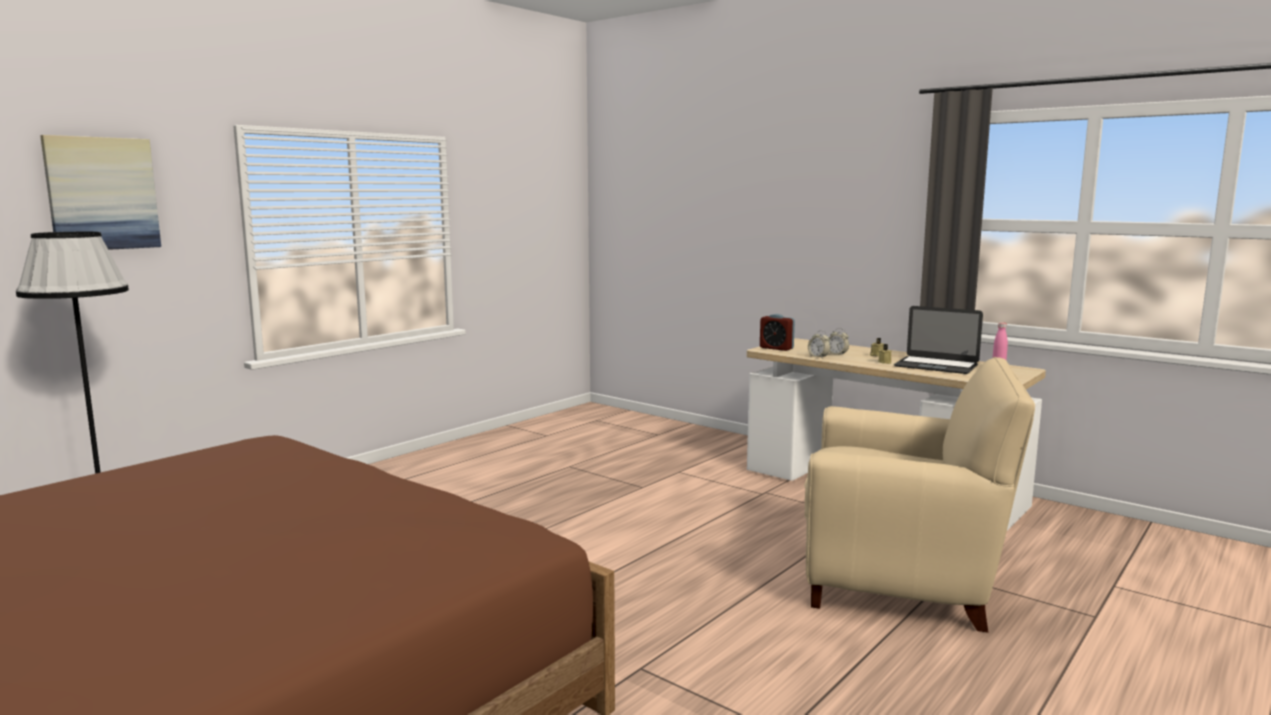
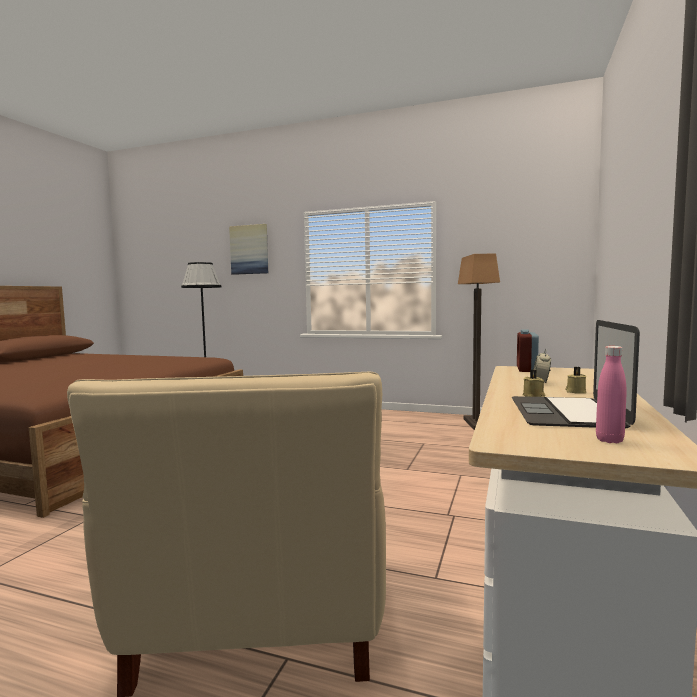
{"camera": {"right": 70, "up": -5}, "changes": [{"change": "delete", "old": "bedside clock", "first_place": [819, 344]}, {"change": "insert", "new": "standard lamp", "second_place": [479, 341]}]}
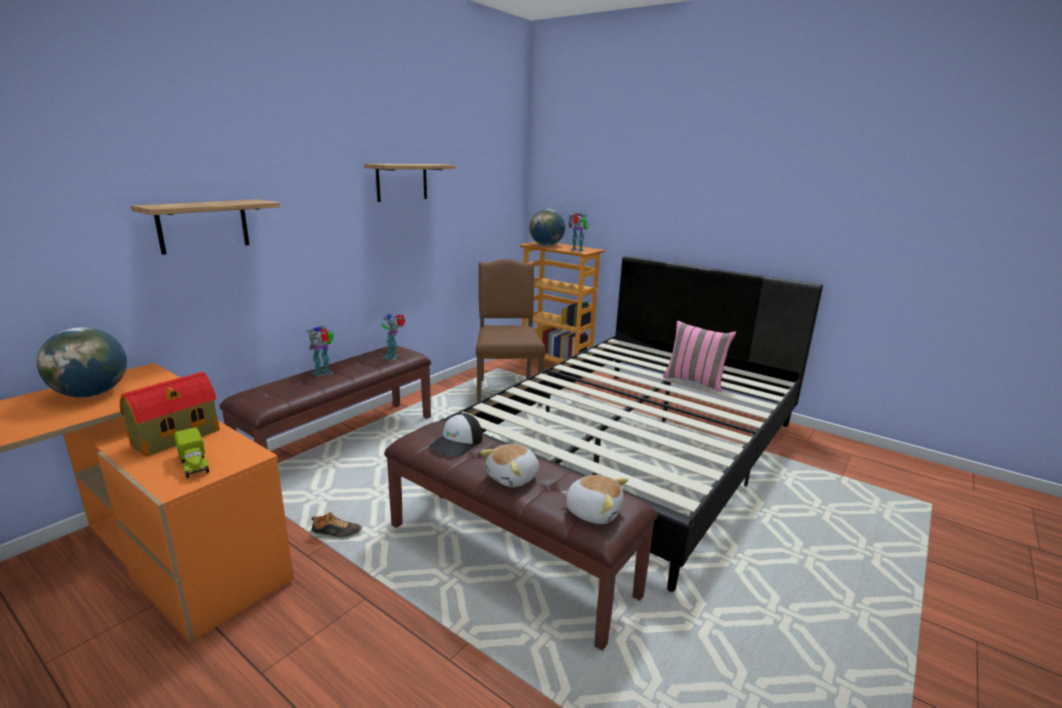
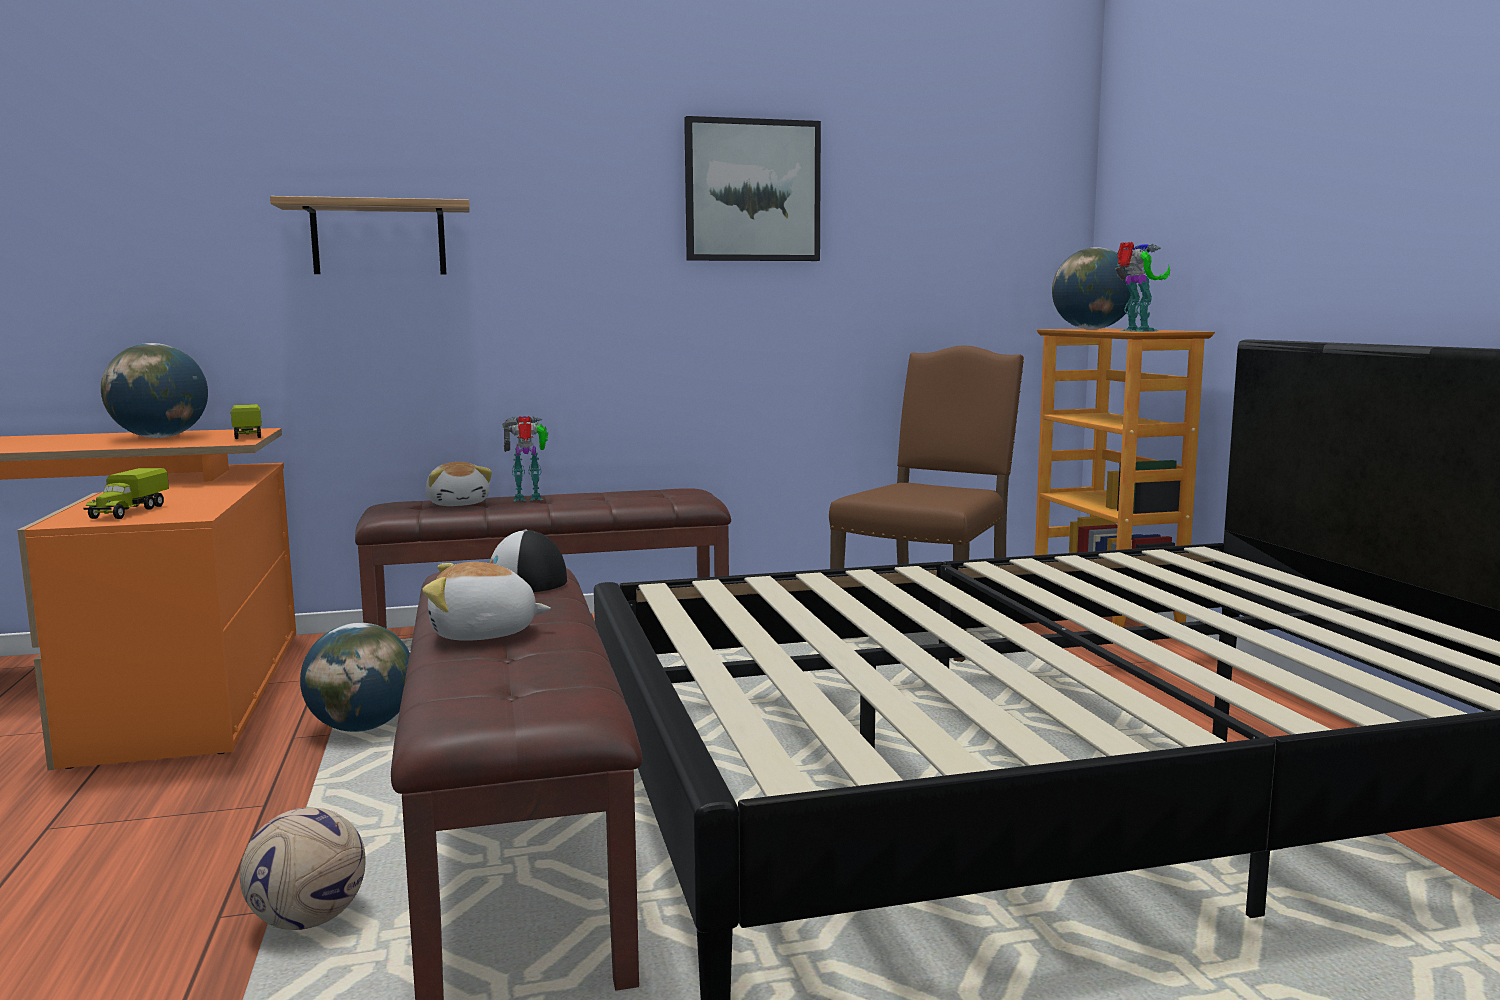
{"camera": {"right": 40, "up": -10}, "changes": [{"change": "delete", "old": "miniature house", "first_place": [170, 414]}, {"change": "delete", "old": "robot figure", "first_place": [393, 336]}, {"change": "delete", "old": "pillow/pink", "first_place": [699, 356]}, {"change": "insert", "new": "model truck", "second_place": [246, 421]}, {"change": "insert", "new": "football ball", "second_place": [303, 869]}, {"change": "move", "old": "soft toy", "first_place": [594, 499], "second_place": [458, 484]}, {"change": "replace", "old": "shoe", "new": "globe", "first_place": [336, 526], "second_place": [355, 677]}, {"change": "replace", "old": "wall shelf", "new": "picture", "first_place": [410, 183], "second_place": [752, 188]}]}
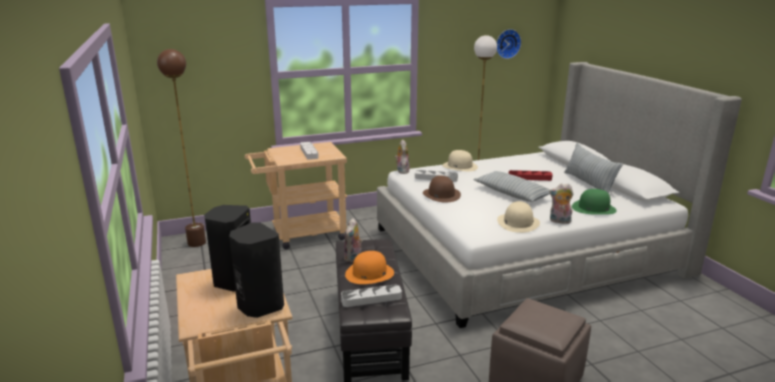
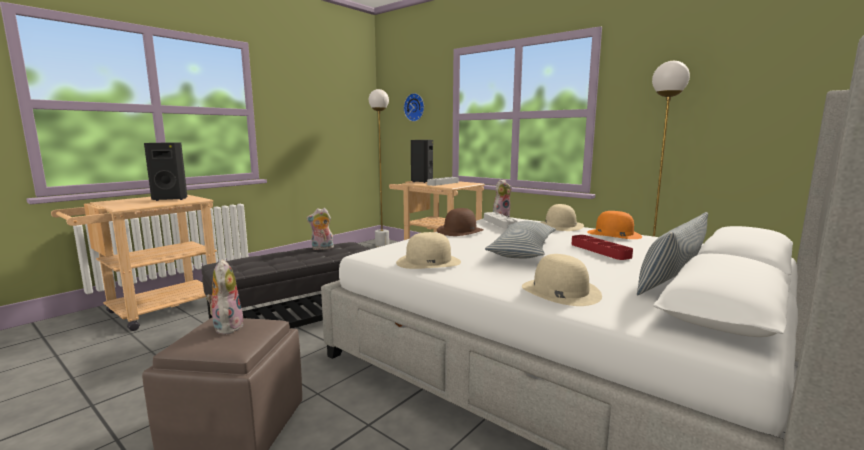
{"camera": {"right": 60, "up": -10}, "changes": [{"change": "delete", "old": "serving tray/gray", "first_place": [371, 296]}, {"change": "move", "old": "audio speaker/blackish", "first_place": [256, 270], "second_place": [422, 161]}, {"change": "move", "old": "hat/orange-coloured", "first_place": [369, 267], "second_place": [614, 225]}, {"change": "move", "old": "wall clock", "first_place": [508, 44], "second_place": [414, 107]}, {"change": "move", "old": "soft toy", "first_place": [561, 203], "second_place": [225, 296]}, {"change": "recolor", "old": "standard lamp/brown-coloured", "new": "standard lamp/whitish", "first_place": [181, 148], "second_place": [379, 168]}, {"change": "recolor", "old": "hat/greenish", "new": "hat/sand-coloured", "first_place": [594, 202], "second_place": [562, 280]}]}
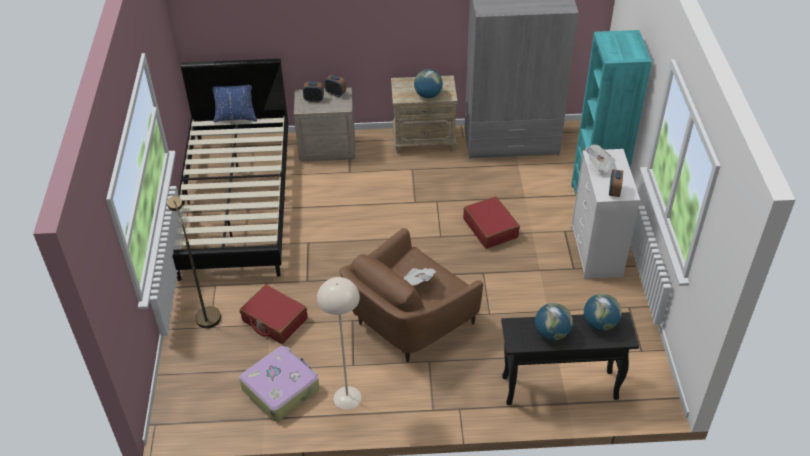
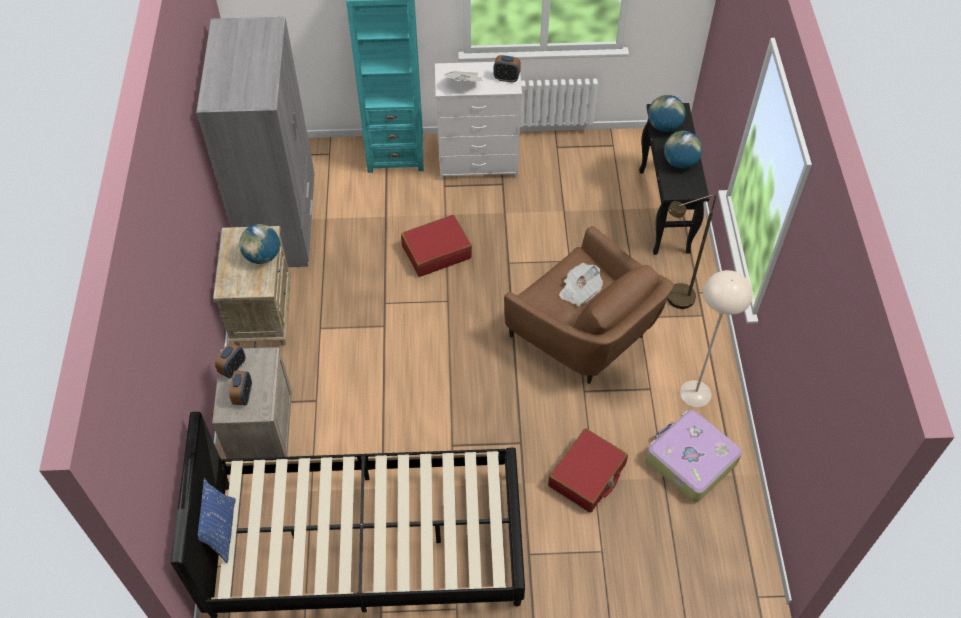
{"camera": {"right": -90, "up": 10}, "changes": [{"change": "move", "old": "standard lamp/brown-coloured", "first_place": [194, 262], "second_place": [691, 251]}]}
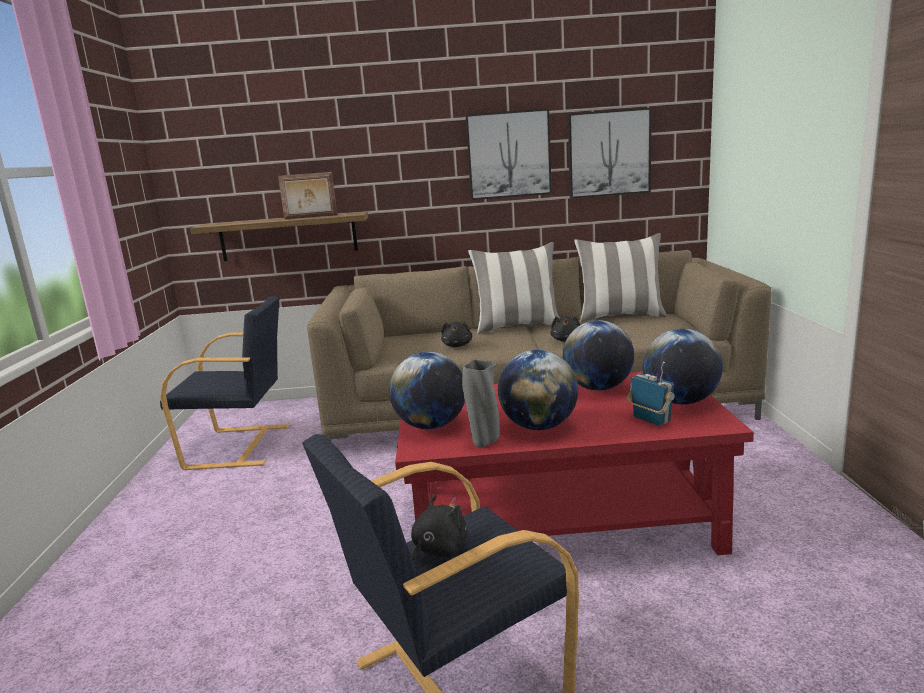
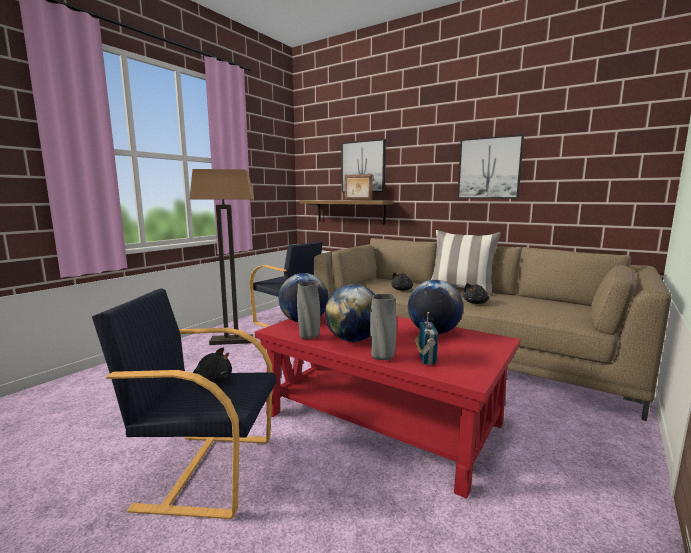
{"camera": {"right": 35, "up": -5}, "changes": [{"change": "delete", "old": "pillow", "first_place": [620, 277]}, {"change": "delete", "old": "globe", "first_place": [683, 366]}, {"change": "insert", "new": "standard lamp", "second_place": [221, 257]}, {"change": "insert", "new": "vase/gray", "second_place": [383, 327]}, {"change": "move", "old": "picture", "first_place": [610, 153], "second_place": [363, 165]}]}
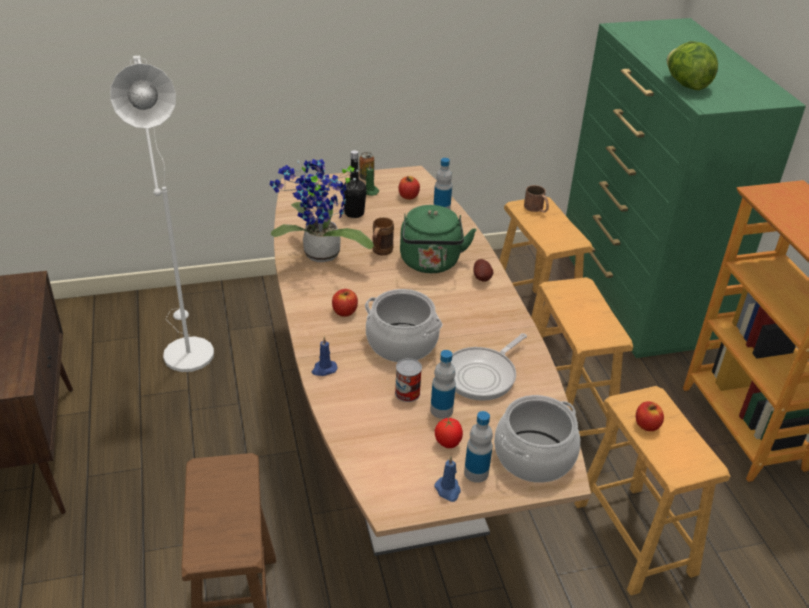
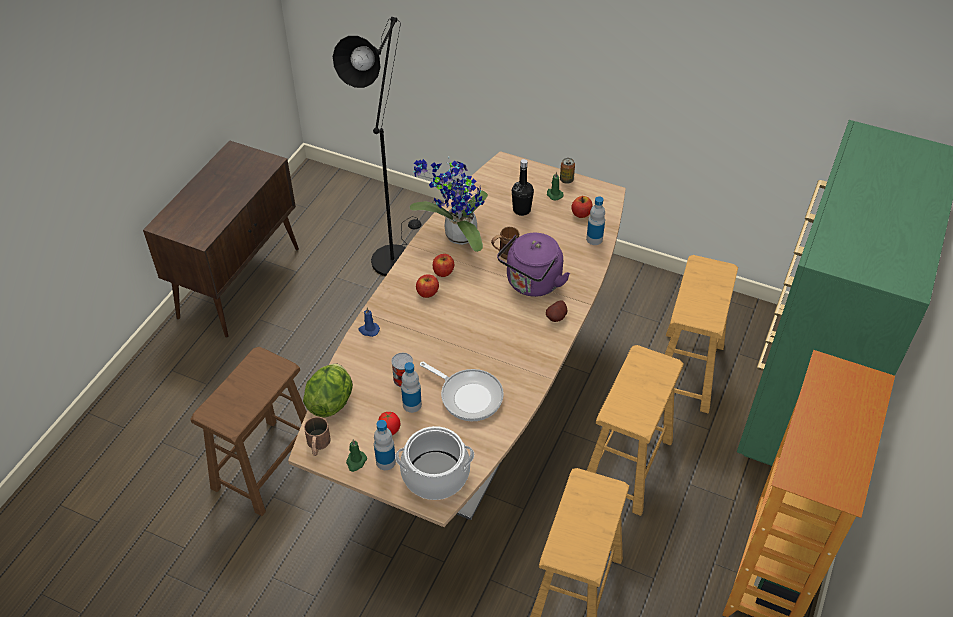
{"camera": {"right": 40, "up": 10}, "changes": [{"change": "delete", "old": "stockpot", "first_place": [404, 325]}, {"change": "move", "old": "mug/brown-coloured", "first_place": [536, 198], "second_place": [317, 436]}, {"change": "move", "old": "whole apple", "first_place": [650, 416], "second_place": [443, 265]}, {"change": "move", "old": "lettuce head", "first_place": [692, 65], "second_place": [328, 390]}, {"change": "recolor", "old": "standard lamp/whitish", "new": "standard lamp/blackish", "first_place": [162, 214], "second_place": [377, 146]}, {"change": "recolor", "old": "kettle/greenish", "new": "kettle/purplish", "first_place": [438, 239], "second_place": [533, 265]}, {"change": "recolor", "old": "wax candle/blue-coloured", "new": "wax candle/greenish", "first_place": [447, 479], "second_place": [356, 455]}, {"change": "rotate", "old": "pan", "first_place": [489, 367], "second_place": [462, 391], "degrees": -135}]}
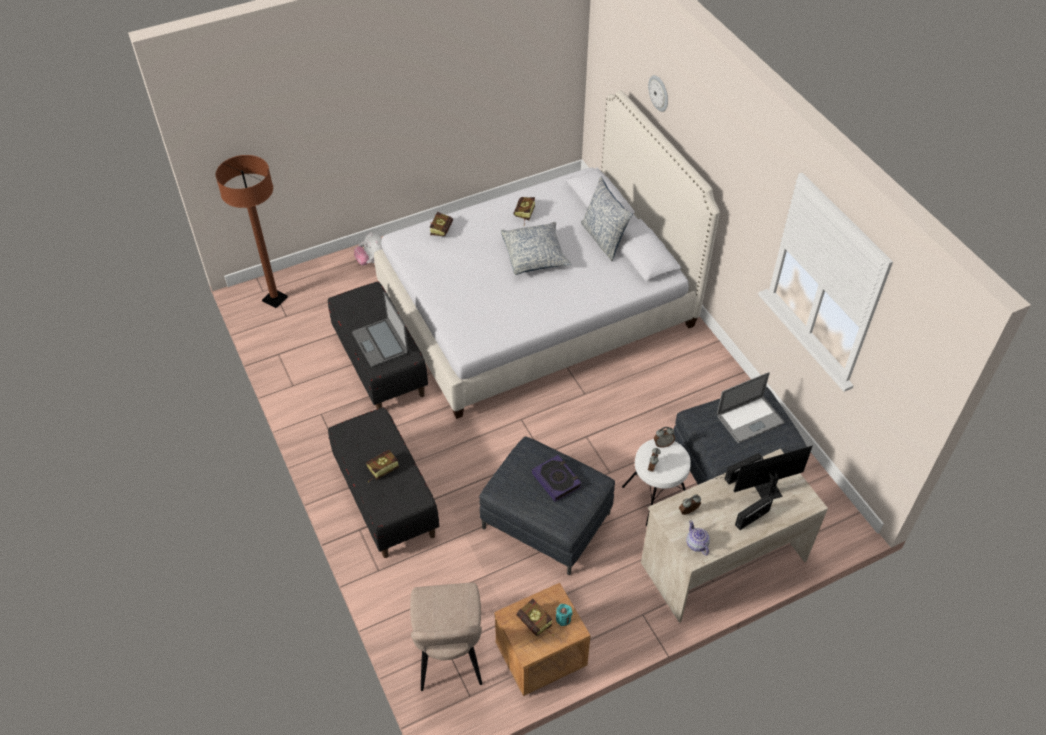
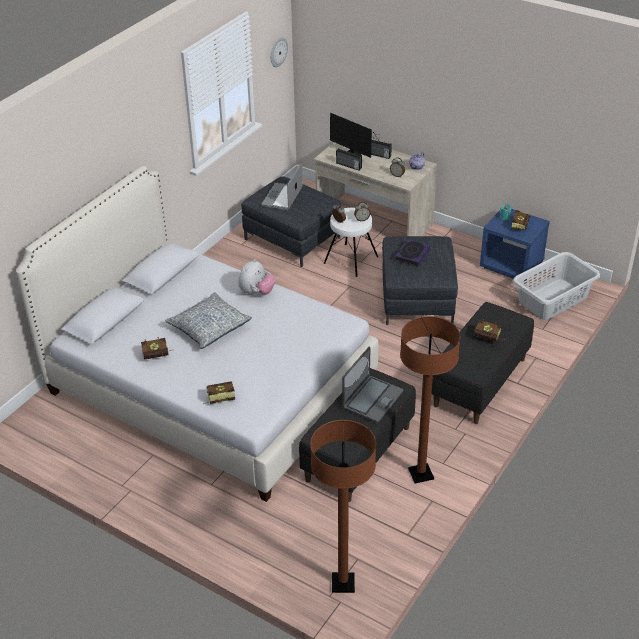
{"camera": {"right": -120, "up": -10}, "changes": [{"change": "delete", "old": "pillow", "first_place": [607, 219]}, {"change": "insert", "new": "standard lamp/brown-coloured", "second_place": [430, 400]}, {"change": "move", "old": "soft toy", "first_place": [368, 249], "second_place": [256, 277]}, {"change": "move", "old": "wall clock", "first_place": [658, 93], "second_place": [279, 52]}, {"change": "replace", "old": "upright chair/sand-coloured", "new": "laundry basket/gray", "first_place": [446, 636], "second_place": [556, 286]}, {"change": "recolor", "old": "bedside table/brown-coloured", "new": "bedside table/blue-coloured", "first_place": [542, 639], "second_place": [515, 245]}, {"change": "rotate", "old": "portable computer", "first_place": [751, 407], "second_place": [282, 186], "degrees": -105}]}
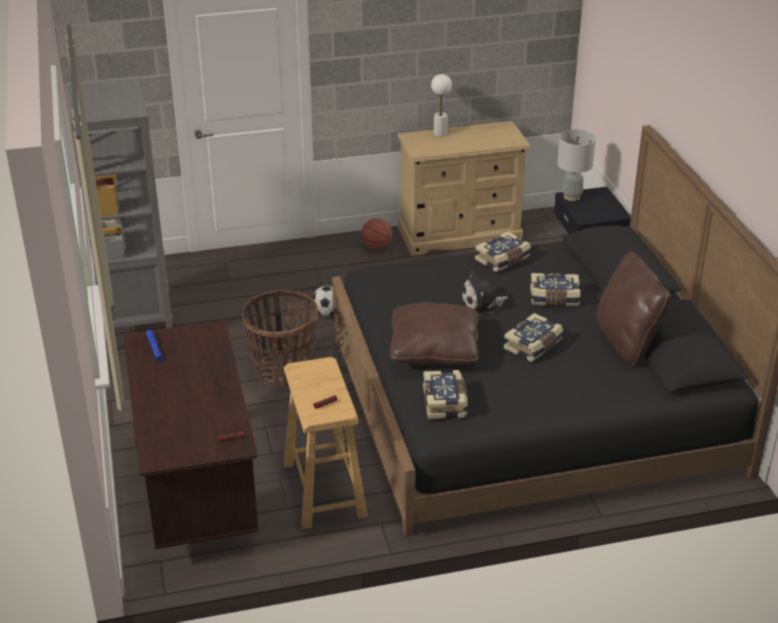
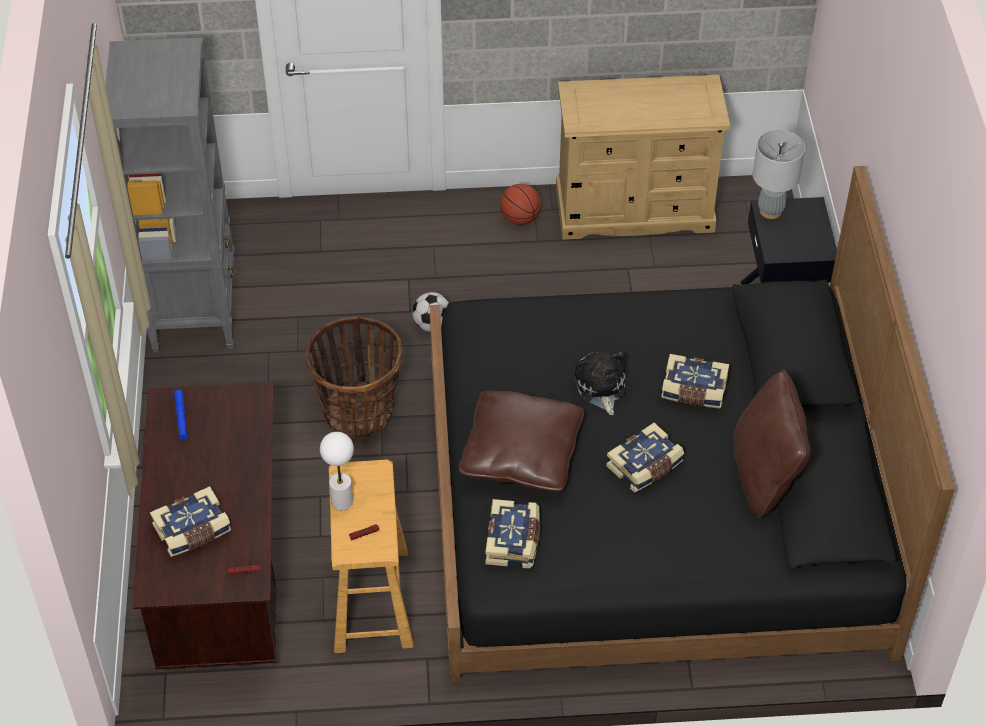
{"camera": {"right": 10, "up": 15}, "changes": [{"change": "move", "old": "lamp for a table/whitish", "first_place": [441, 105], "second_place": [337, 471]}, {"change": "move", "old": "book", "first_place": [503, 251], "second_place": [190, 521]}, {"change": "rotate", "old": "soft toy", "first_place": [484, 293], "second_place": [600, 383], "degrees": 90}]}
